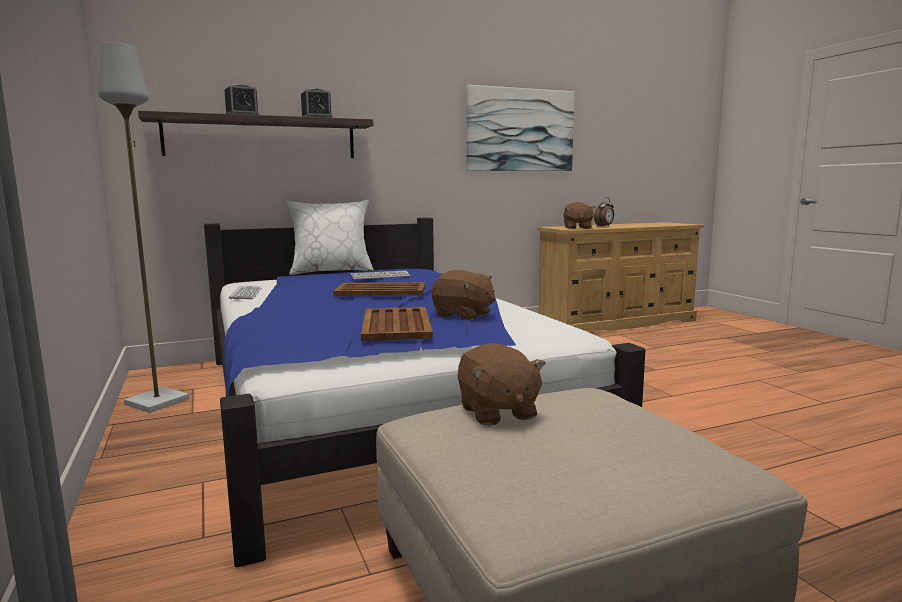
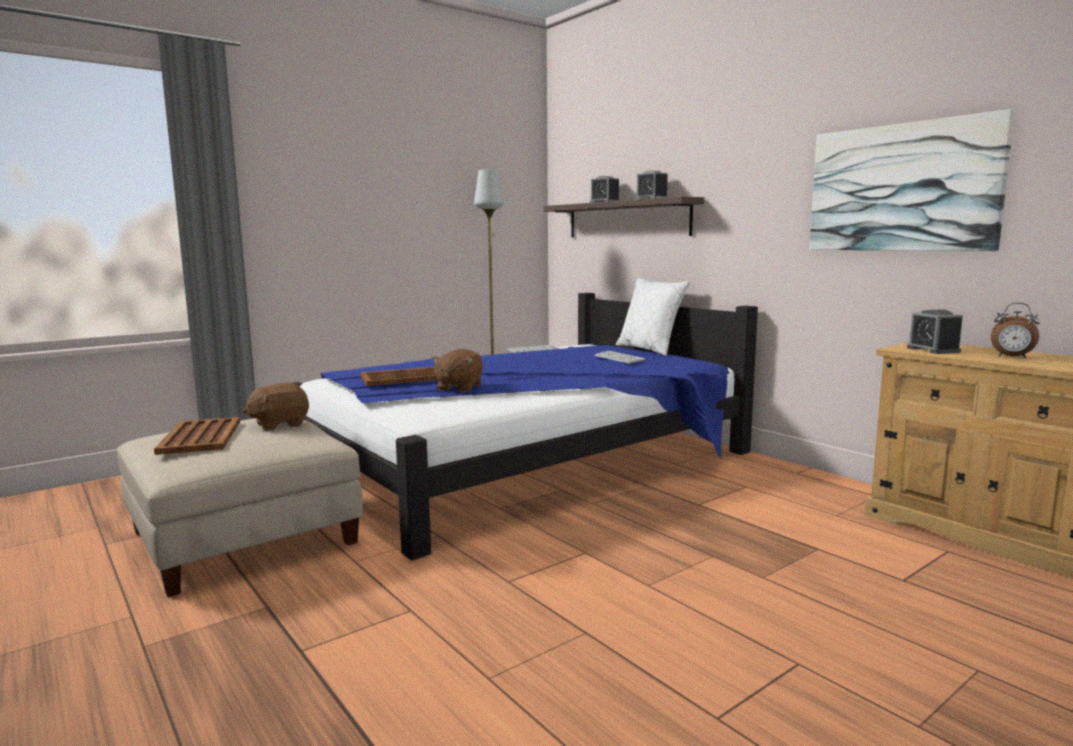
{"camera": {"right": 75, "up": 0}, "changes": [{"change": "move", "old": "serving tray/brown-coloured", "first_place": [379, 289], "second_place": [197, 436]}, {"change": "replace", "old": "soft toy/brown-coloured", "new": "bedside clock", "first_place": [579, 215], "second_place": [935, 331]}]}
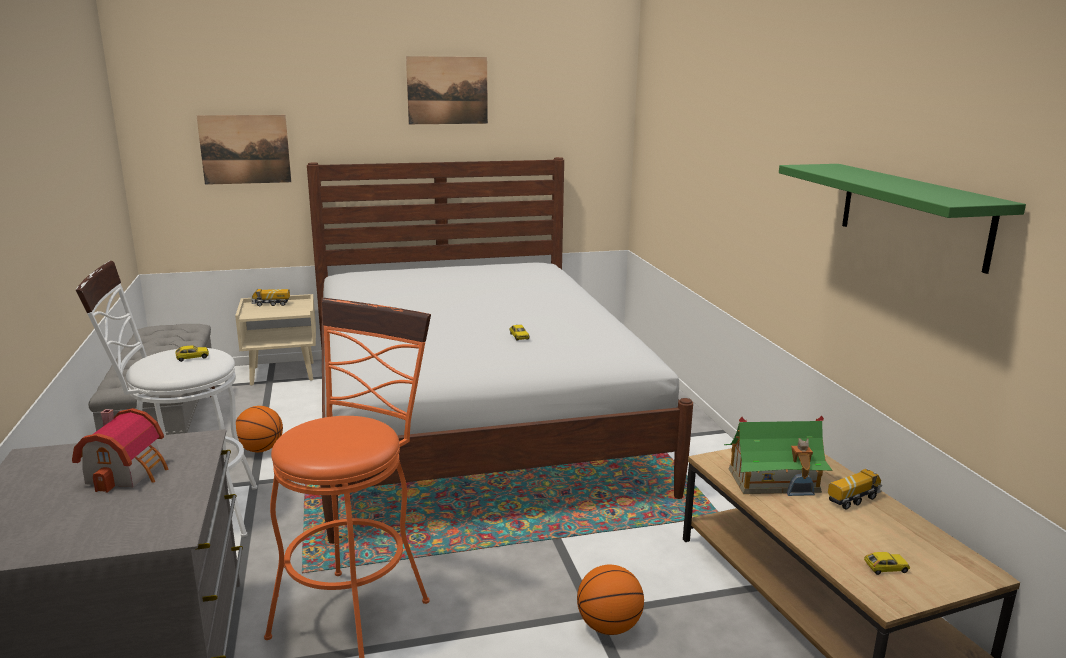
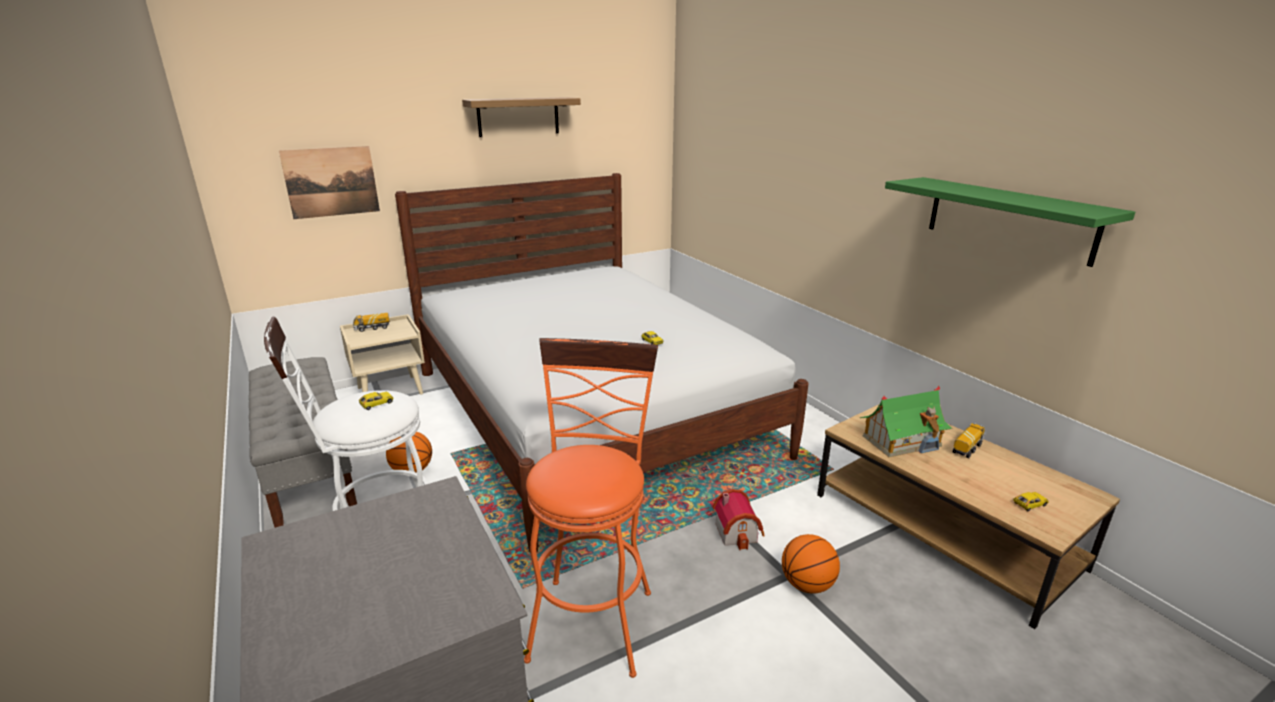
{"camera": {"right": -15, "up": 5}, "changes": [{"change": "move", "old": "miniature house", "first_place": [120, 450], "second_place": [739, 519]}, {"change": "replace", "old": "picture", "new": "wall shelf", "first_place": [447, 90], "second_place": [521, 117]}]}
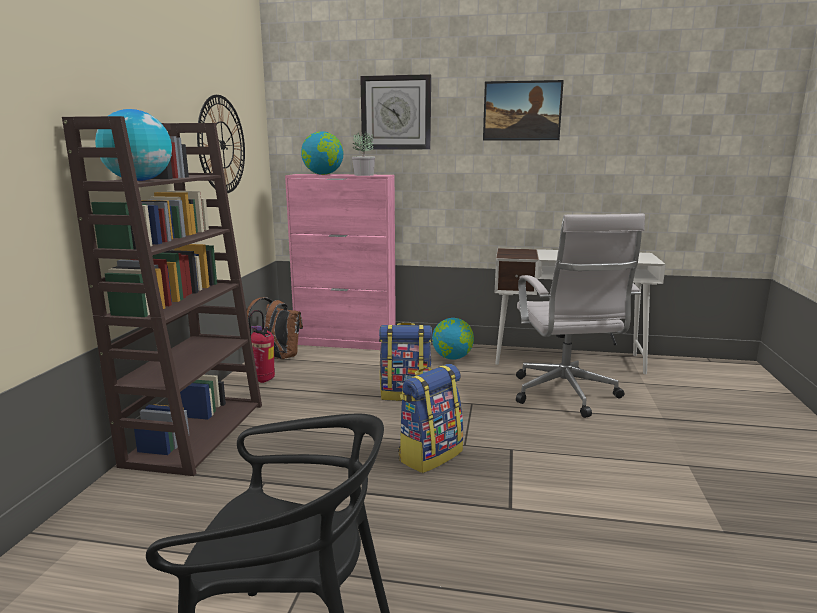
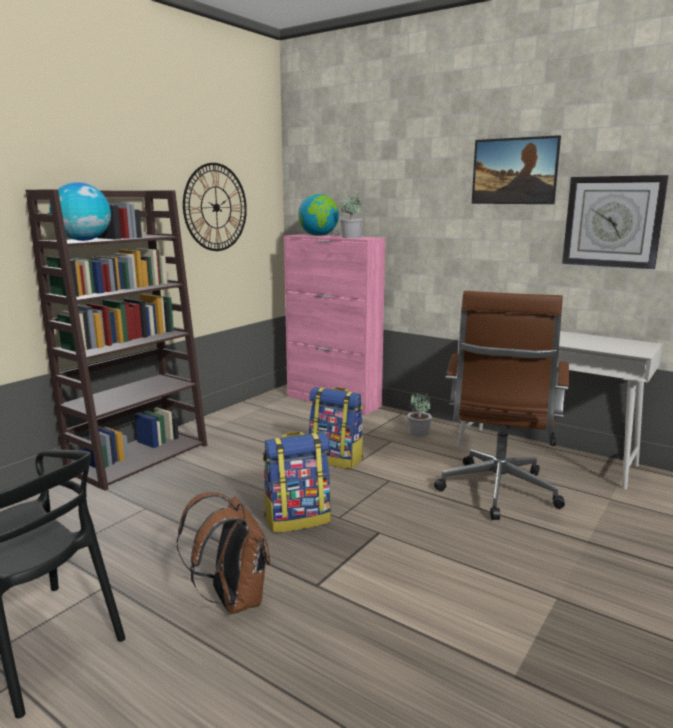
{"camera": {"right": 25, "up": 0}, "changes": [{"change": "delete", "old": "fire-fighting cylinder", "first_place": [261, 346]}, {"change": "move", "old": "backpack/brown-coloured", "first_place": [275, 328], "second_place": [223, 553]}, {"change": "move", "old": "wall clock", "first_place": [395, 112], "second_place": [615, 222]}, {"change": "replace", "old": "globe", "new": "plant in a pot", "first_place": [453, 339], "second_place": [419, 415]}, {"change": "recolor", "old": "desk chair/whitish", "new": "desk chair/brown-coloured", "first_place": [580, 316], "second_place": [501, 405]}]}
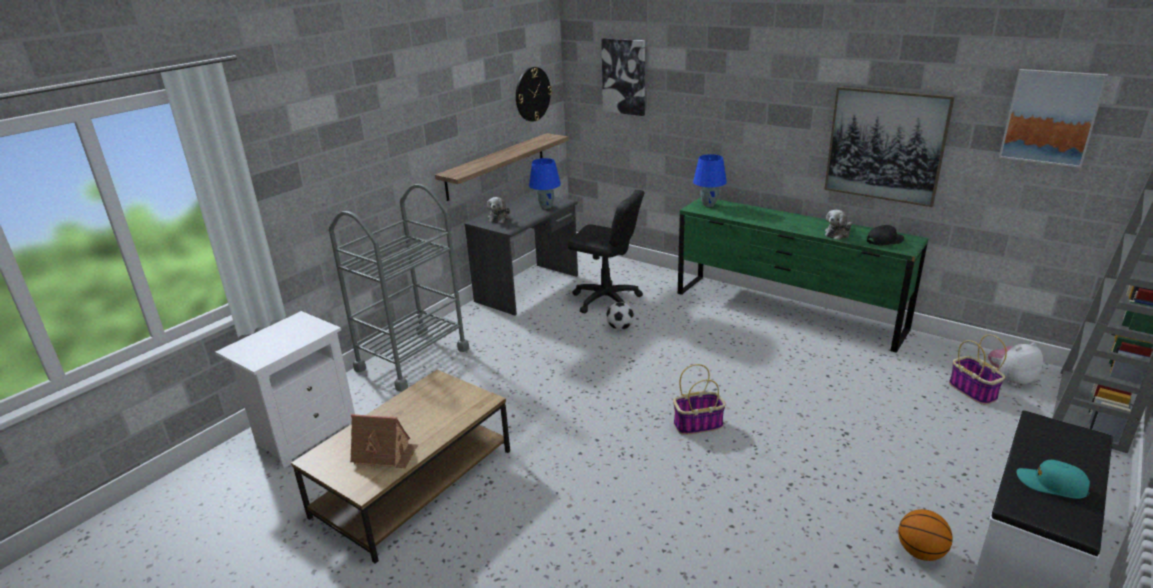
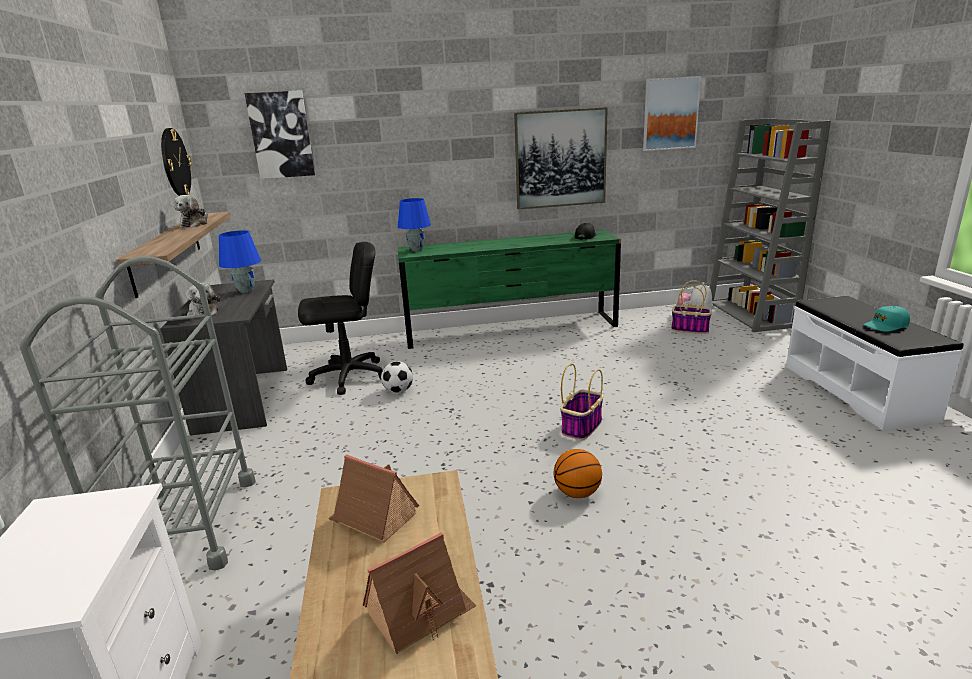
{"camera": {"right": -45, "up": -5}, "changes": [{"change": "insert", "new": "miniature house", "second_place": [373, 498]}, {"change": "move", "old": "soft toy", "first_place": [838, 225], "second_place": [190, 211]}, {"change": "move", "old": "basketball ball", "first_place": [925, 535], "second_place": [578, 473]}]}
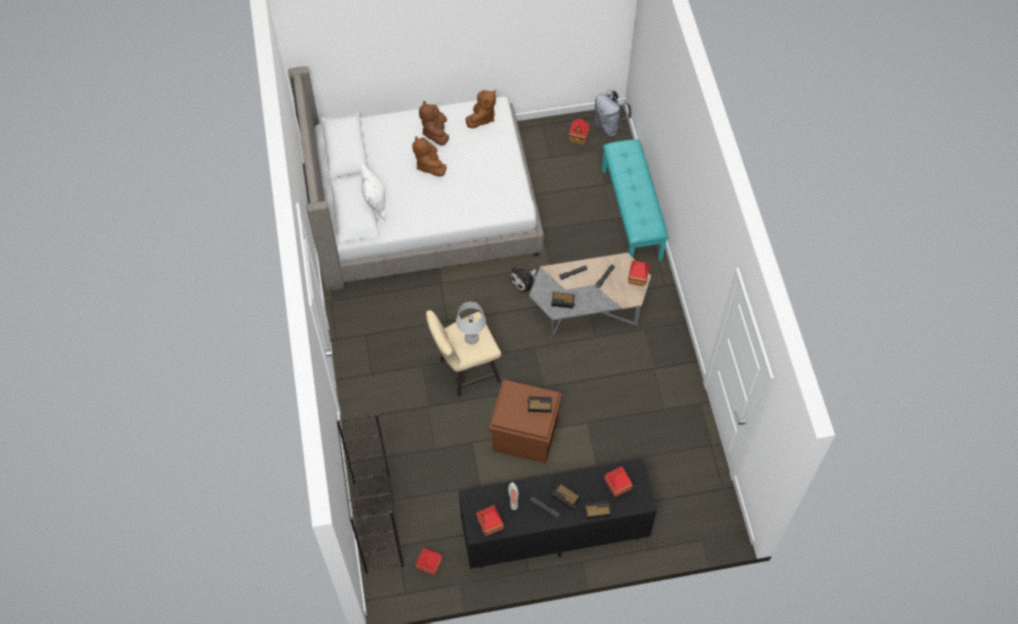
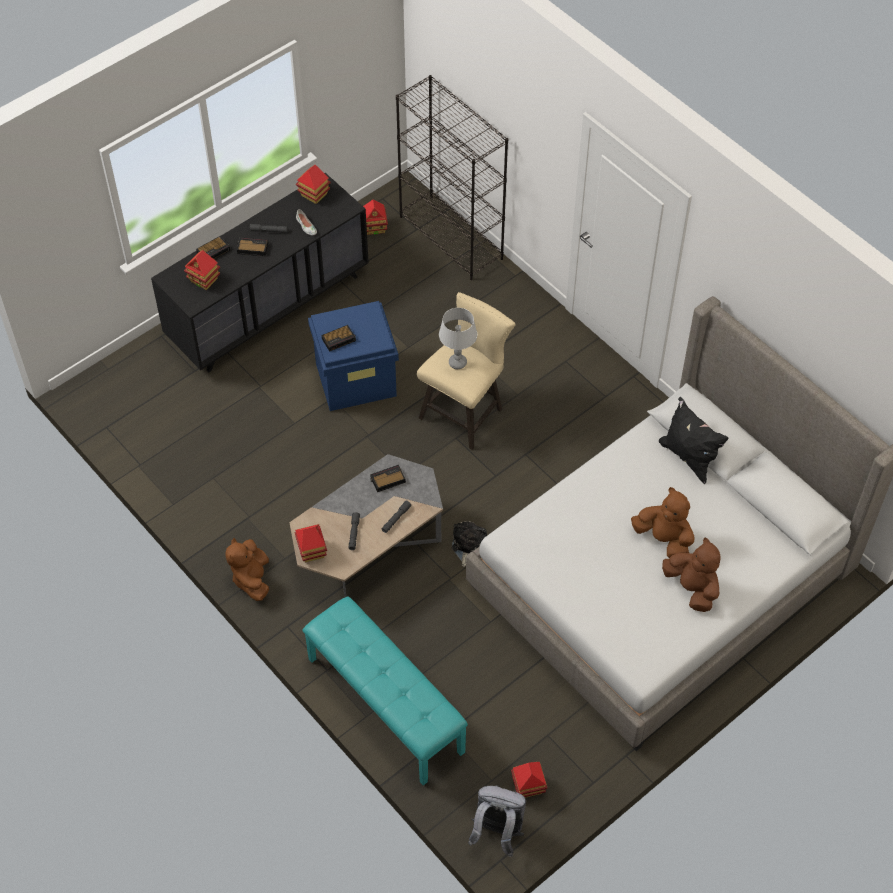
{"camera": {"right": 150, "up": -5}, "changes": [{"change": "move", "old": "soft toy/brown-coloured", "first_place": [481, 109], "second_place": [247, 569]}, {"change": "recolor", "old": "pillow/whitish", "new": "pillow/blackish", "first_place": [373, 191], "second_place": [693, 440]}, {"change": "recolor", "old": "storage bin/brown-coloured", "new": "storage bin/blue-coloured", "first_place": [525, 421], "second_place": [353, 356]}]}
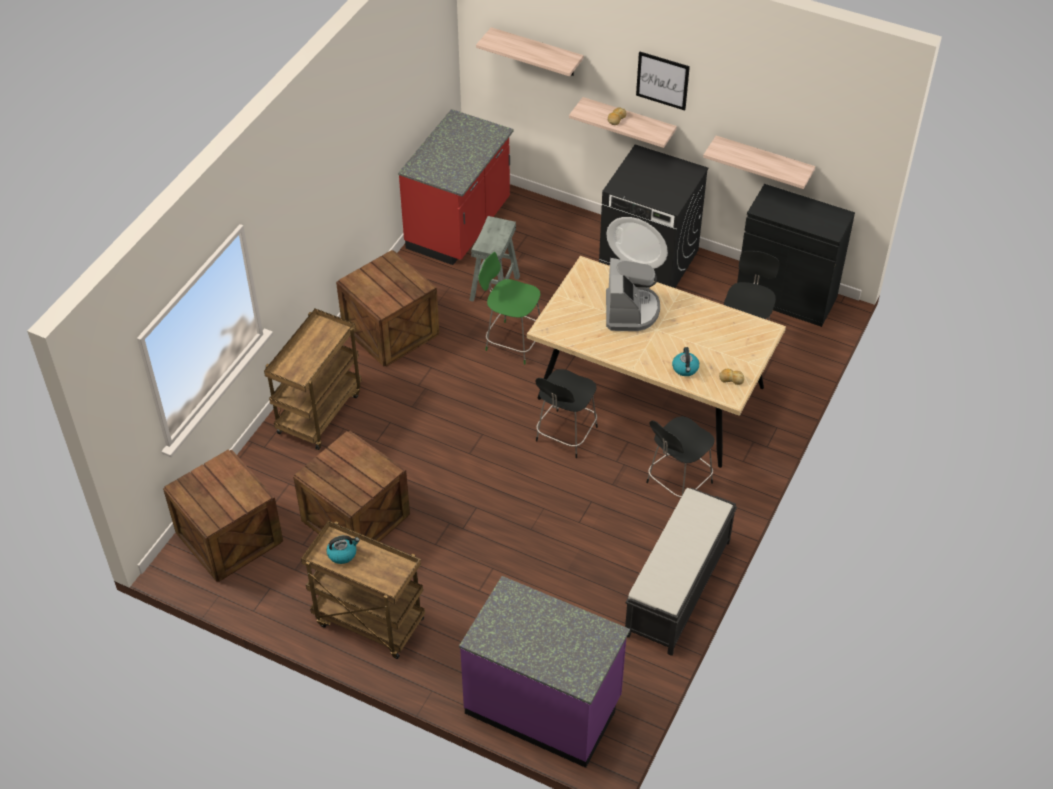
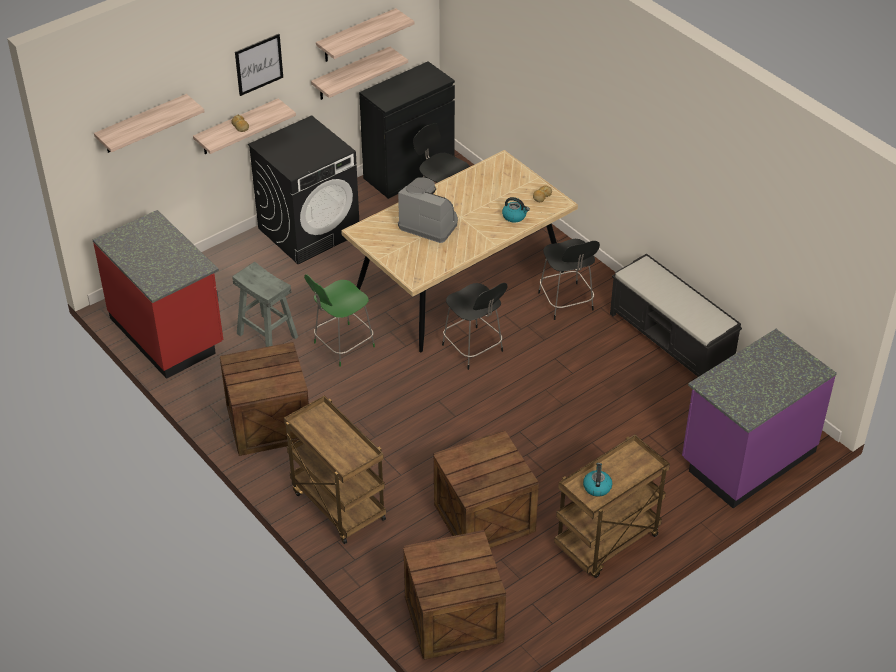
{"camera": {"right": -65, "up": -5}, "changes": [{"change": "insert", "new": "wall shelf", "second_place": [365, 35]}]}
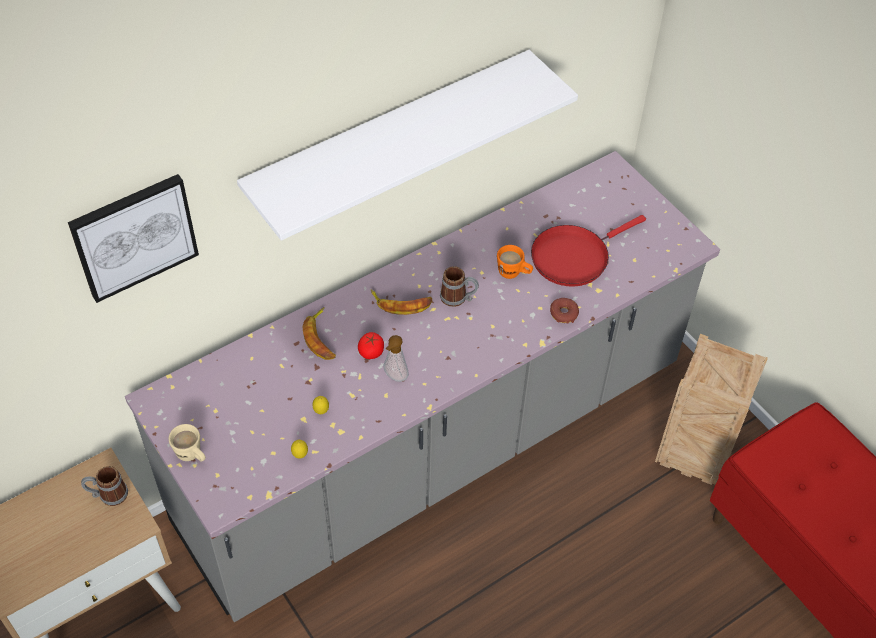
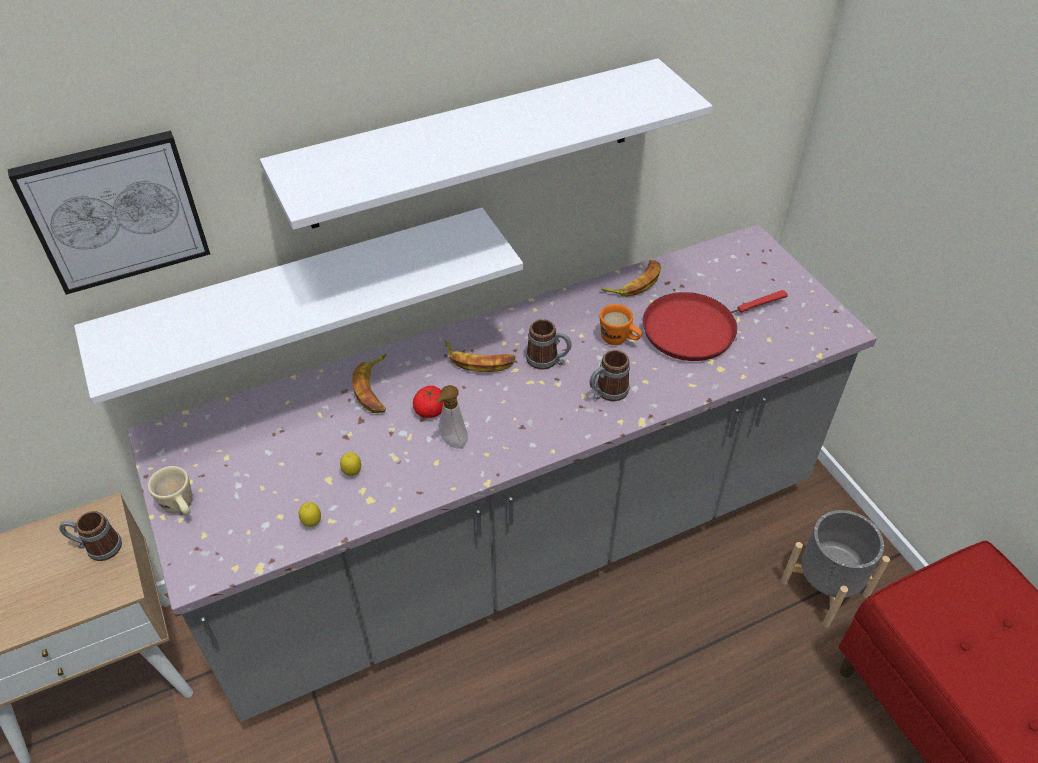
{"camera": {"right": 10, "up": -5}, "changes": [{"change": "delete", "old": "doughnut", "first_place": [564, 311]}, {"change": "insert", "new": "wall shelf/whitish", "second_place": [298, 306]}, {"change": "insert", "new": "mug", "second_place": [610, 376]}, {"change": "insert", "new": "banana fruit", "second_place": [631, 278]}, {"change": "replace", "old": "packing crate", "new": "planter/gray", "first_place": [711, 409], "second_place": [835, 568]}]}
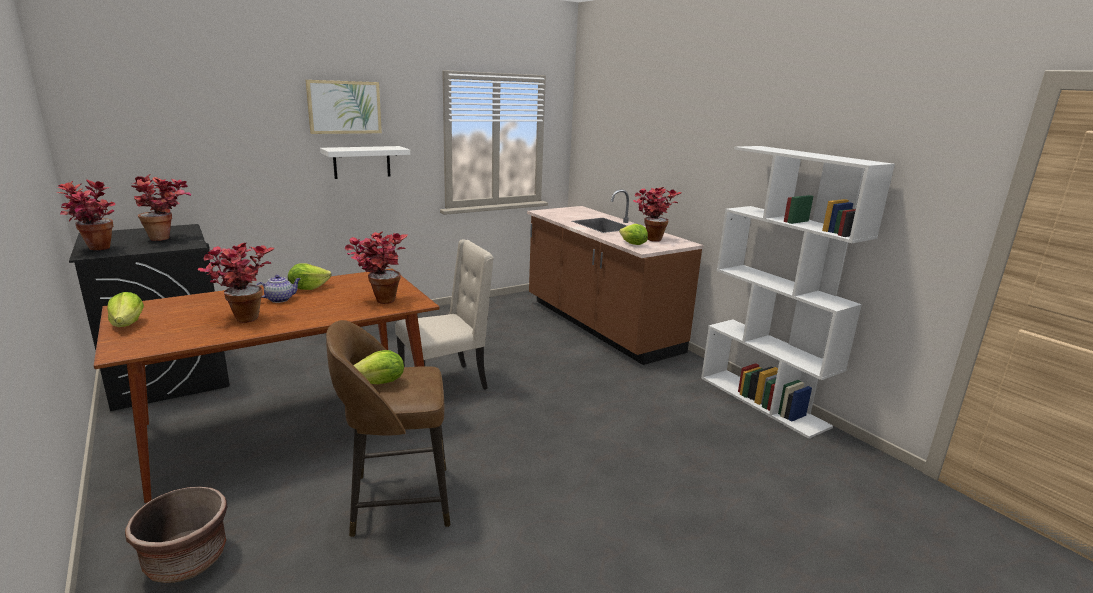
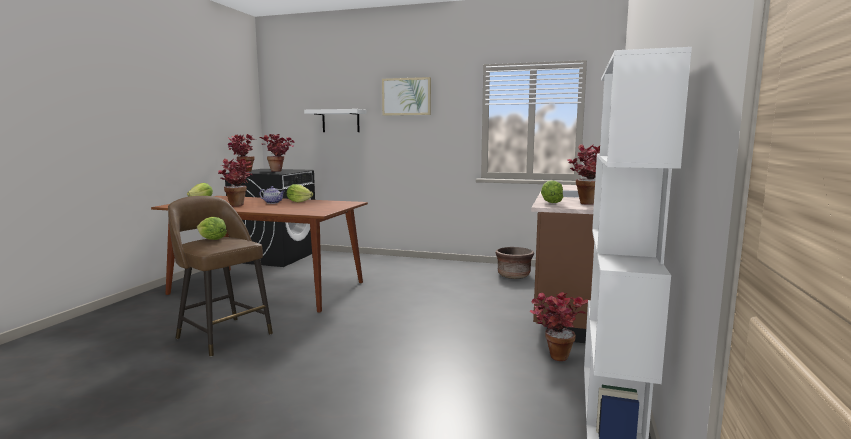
{"camera": {"right": 50, "up": -10}, "changes": [{"change": "delete", "old": "upright chair/sand-coloured", "first_place": [444, 314]}, {"change": "move", "old": "planter/brown-coloured", "first_place": [176, 535], "second_place": [515, 263]}, {"change": "move", "old": "wall shelf/whitish", "first_place": [365, 162], "second_place": [335, 120]}, {"change": "move", "old": "plant in a pot", "first_place": [376, 268], "second_place": [559, 326]}]}
